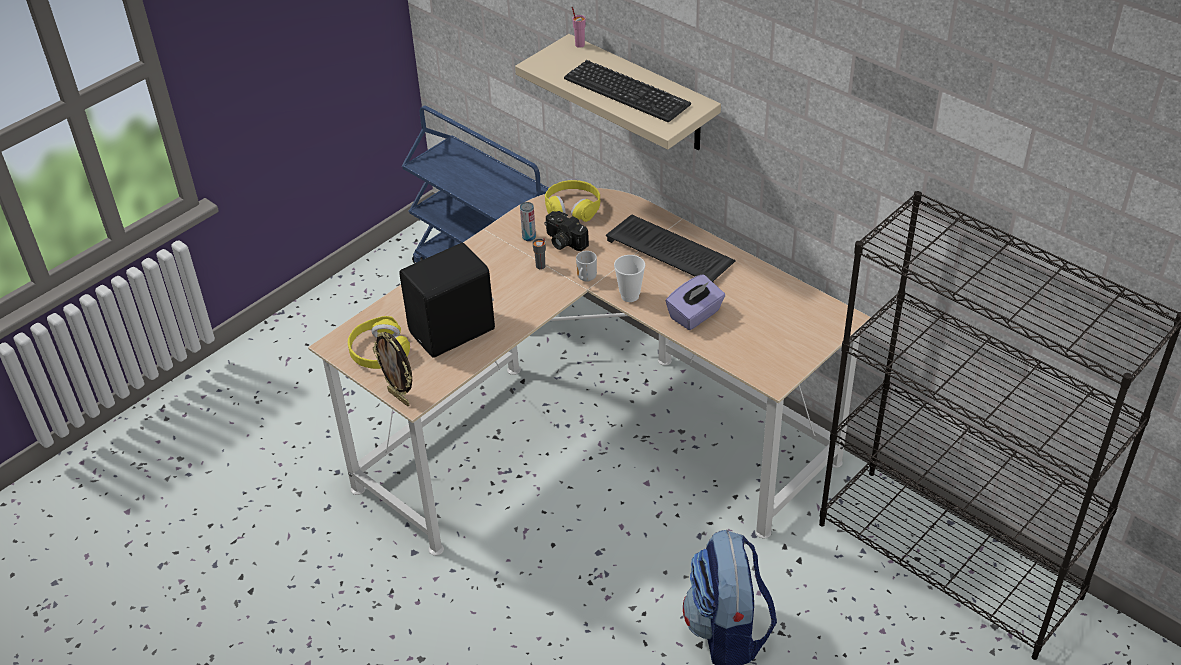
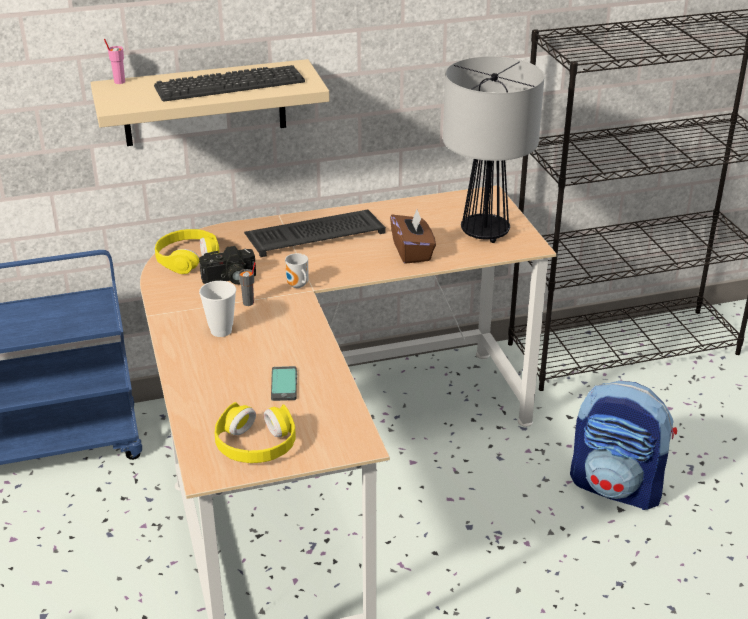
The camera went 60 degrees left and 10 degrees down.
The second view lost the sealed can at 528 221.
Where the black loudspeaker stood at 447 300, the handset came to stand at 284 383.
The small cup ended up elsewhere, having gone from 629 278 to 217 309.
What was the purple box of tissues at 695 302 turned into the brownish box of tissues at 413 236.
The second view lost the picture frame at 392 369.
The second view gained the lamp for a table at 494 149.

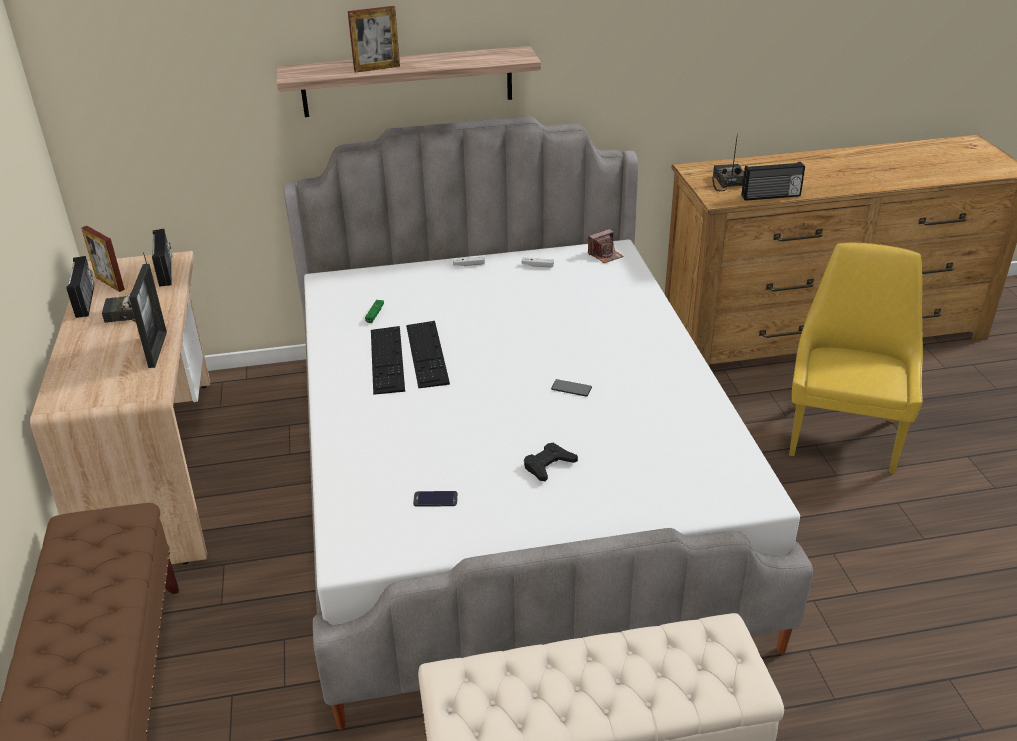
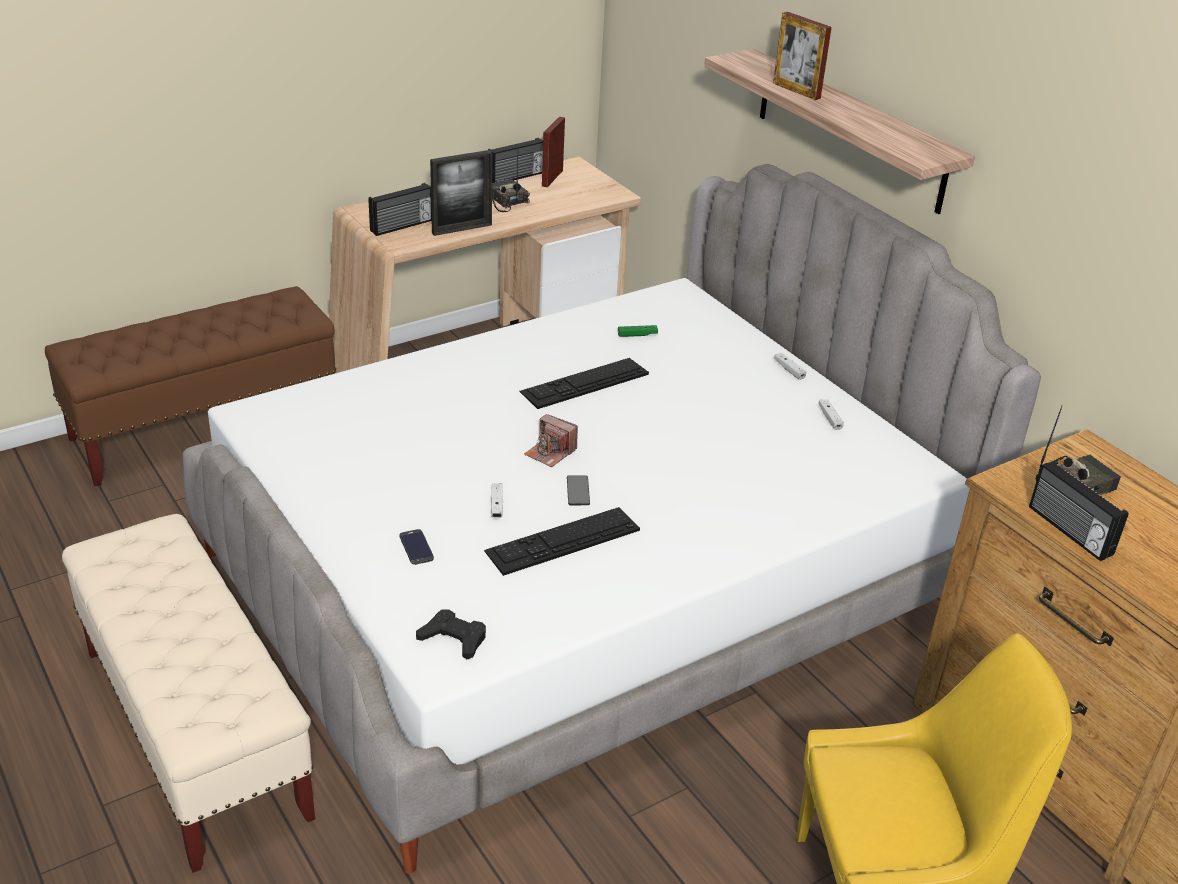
The camera went 65 degrees right and 0 degrees up.
The still camera ended up elsewhere, having gone from 606 245 to 551 440.
The radio ended up elsewhere, having gone from 162 258 to 400 209.
The PC keyboard ended up elsewhere, having gone from 388 360 to 562 541.
The black gamepad ended up elsewhere, having gone from 551 462 to 451 634.
The handset ended up elsewhere, having gone from 435 499 to 416 547.
The second view gained the white-coloured gamepad at 497 500.

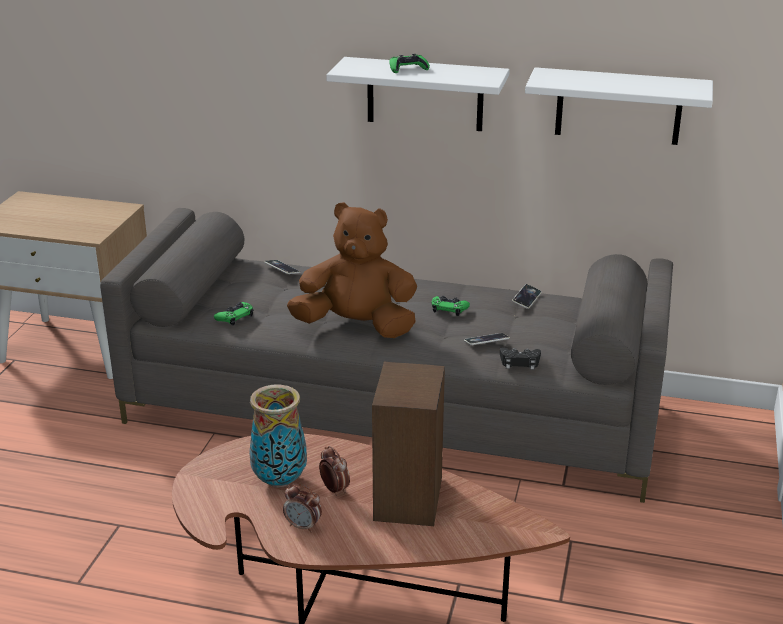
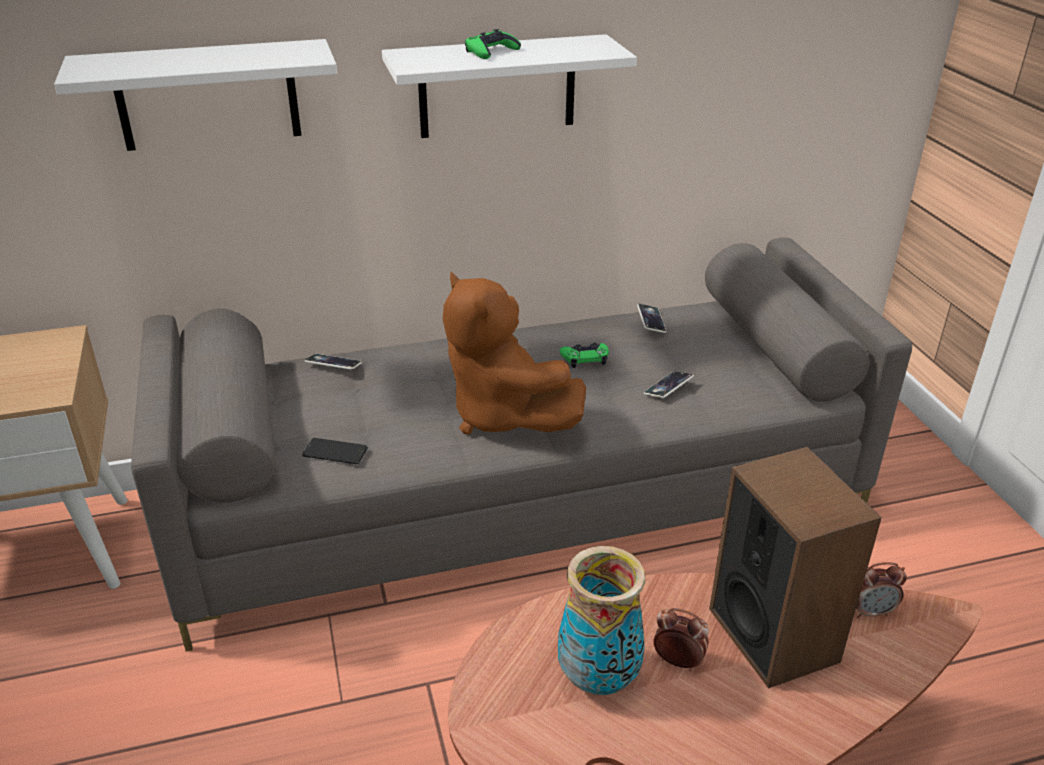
The camera went 30 degrees left and 5 degrees up.
The white-coloured bracket shelf ended up elsewhere, having gone from 619 106 to 195 95.
The brownish cuddly toy at 352 270 ended up facing another way, 105 degrees counterclockwise from before.
Where the green-coloured gamepad stood at 233 313, the handset came to stand at 335 451.
The second view lost the black gamepad at 520 358.
The bedside clock ended up elsewhere, having gone from 302 508 to 881 590.

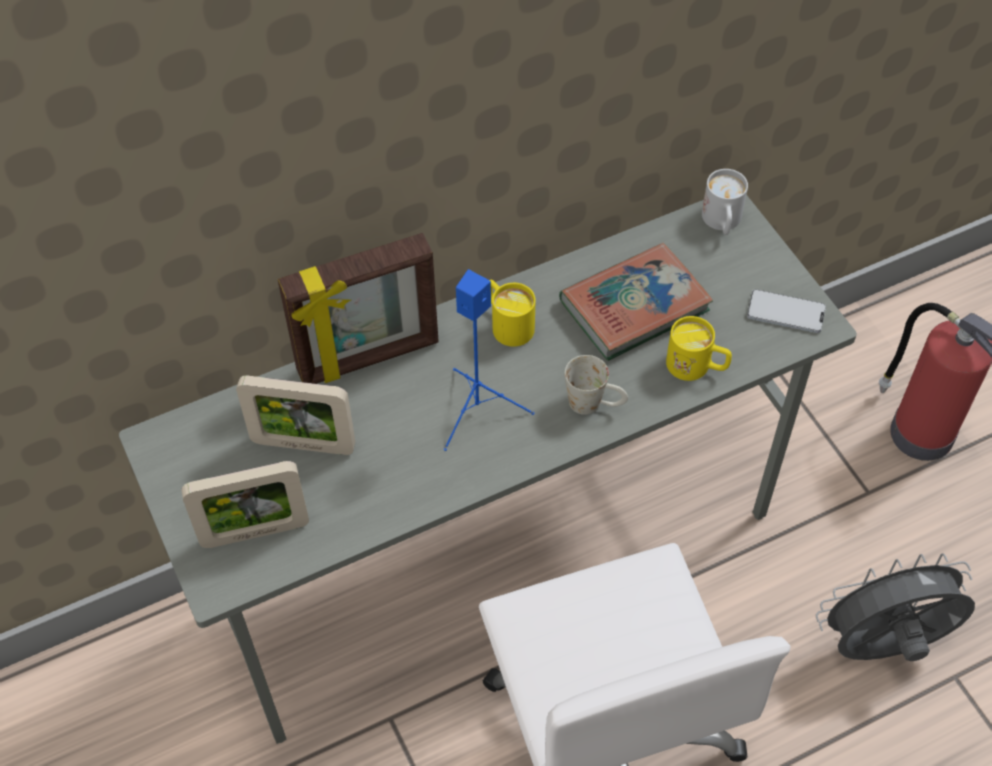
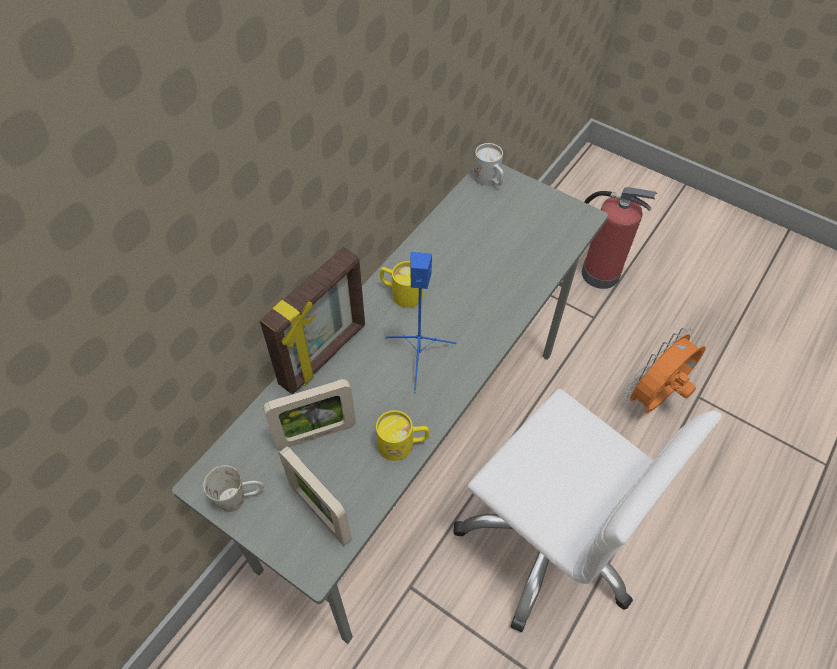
The camera went 30 degrees left and 0 degrees up.
The second view lost the book at 636 302.
The second view lost the handset at 786 311.
The yellow tea mug ended up elsewhere, having gone from 699 348 to 403 435.
The white-coloured tea mug ended up elsewhere, having gone from 596 385 to 233 488.
The picture frame at 245 504 ended up facing another way, 90 degrees clockwise from before.
What was the gray electric fan at 895 607 turned into the orange-coloured electric fan at 664 370.

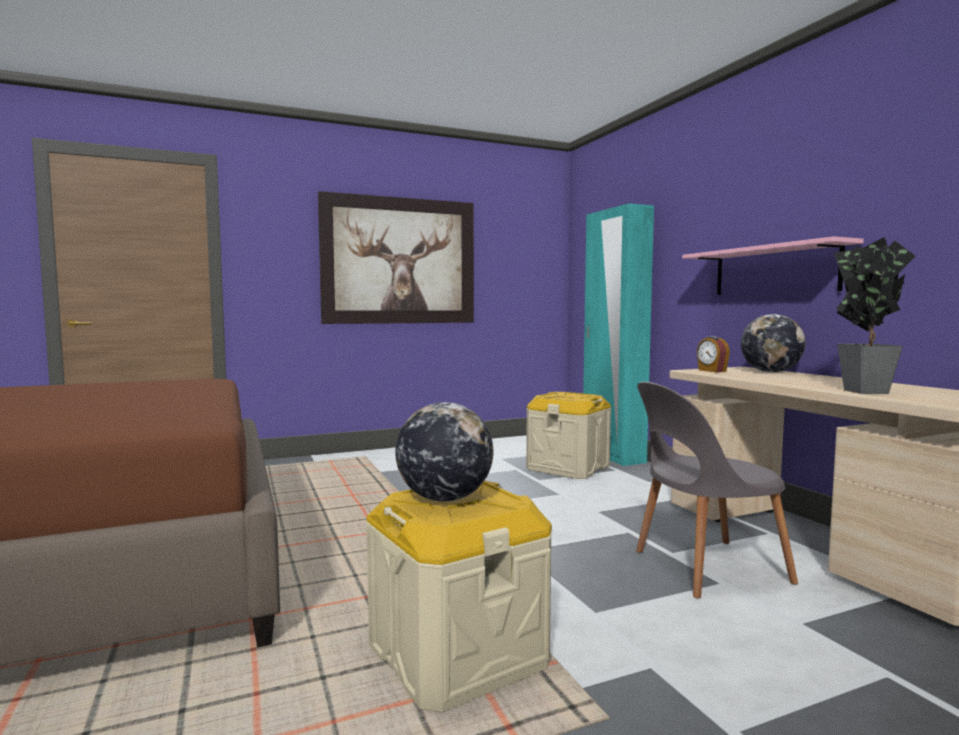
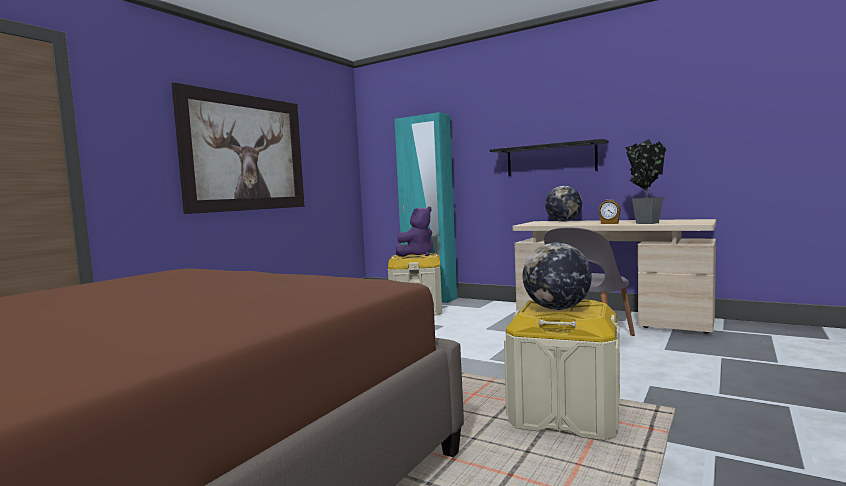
The camera went 35 degrees left and 0 degrees up.
What was the pink-coloured bracket shelf at 772 265 turned into the black bracket shelf at 549 157.
The bedside clock ended up elsewhere, having gone from 713 354 to 609 211.
The second view gained the purple cuddly toy at 414 231.

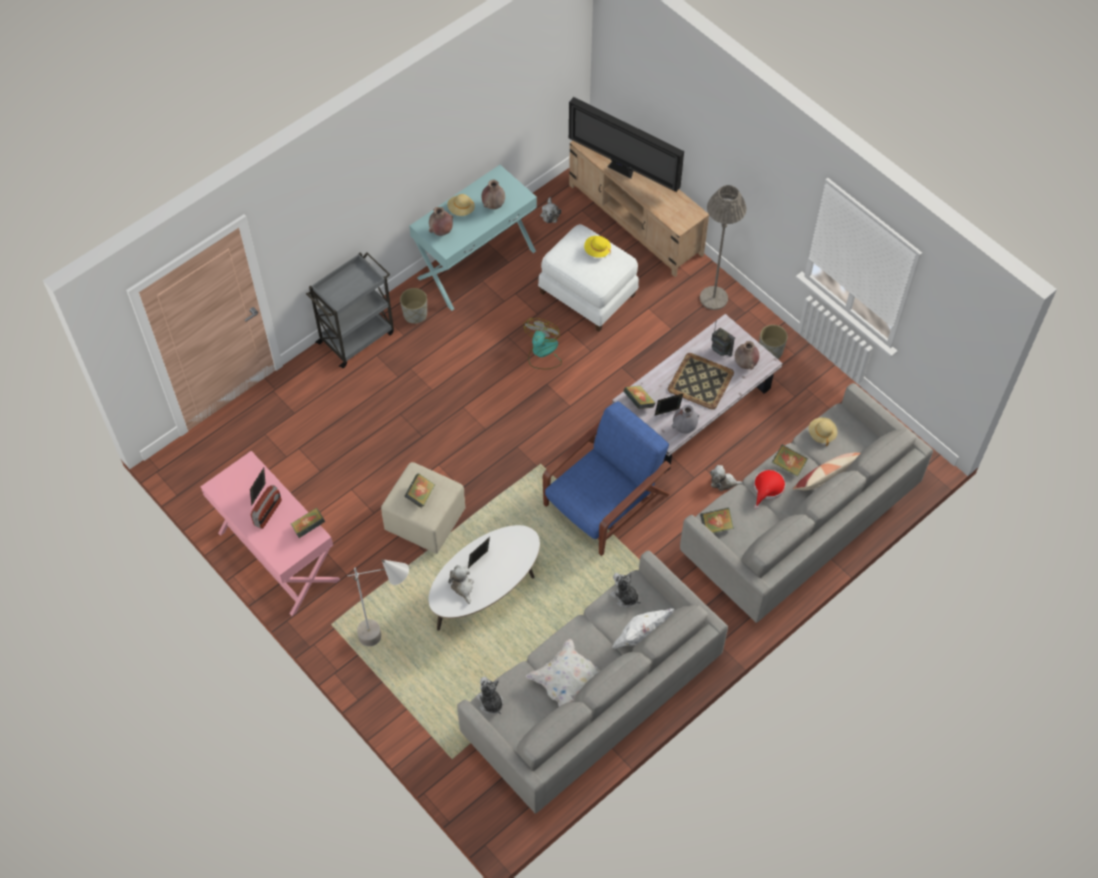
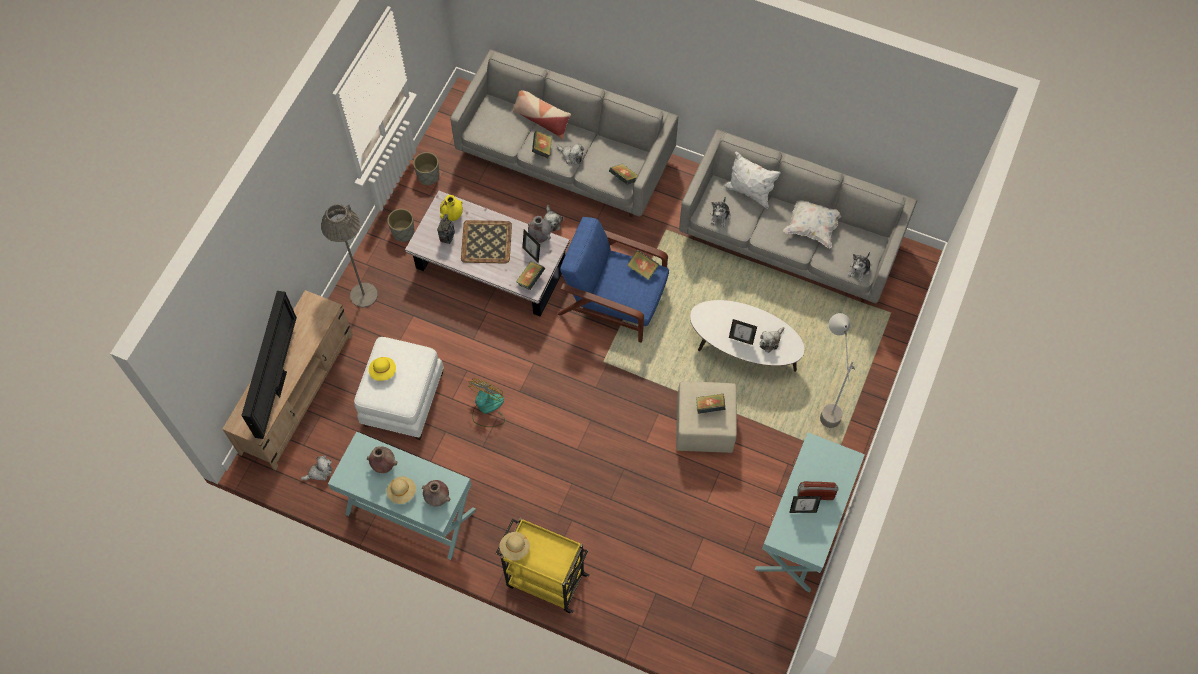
The camera went 115 degrees left and 5 degrees up.
What was the gray trolley at 350 310 turned into the yellow trolley at 543 565.
The gray plant pot ended up elsewhere, having gone from 413 306 to 426 169.
The electric fan at 542 344 ended up facing another way, 120 degrees clockwise from before.
What was the brownish flower vase at 747 355 turned into the yellow flower vase at 451 208.
The beige-coloured clothing hat ended up elsewhere, having gone from 823 431 to 514 546.
What was the pink-coloured narrow table at 271 533 turned into the blue-green narrow table at 810 512.
Where the reddish clothing hat stood at 769 489, the cuddly toy came to stand at 570 154.
The book ended up elsewhere, having gone from 308 523 to 643 265.

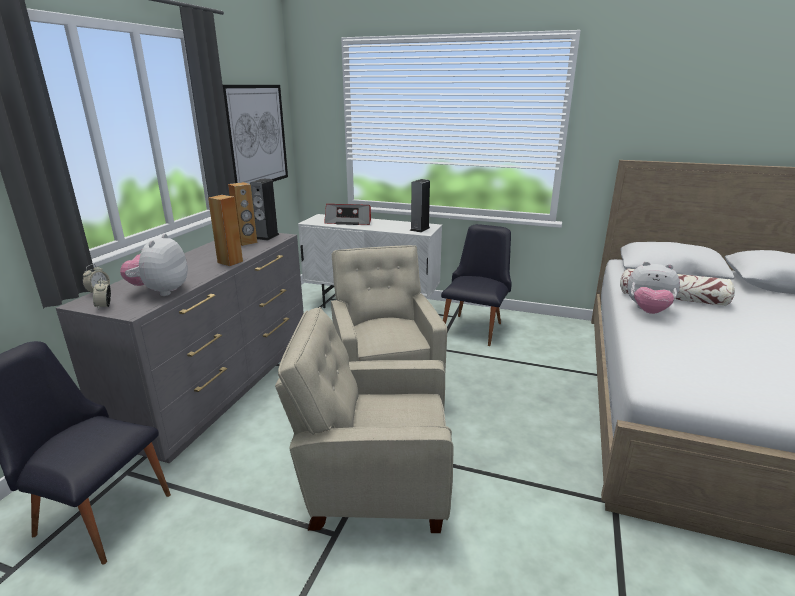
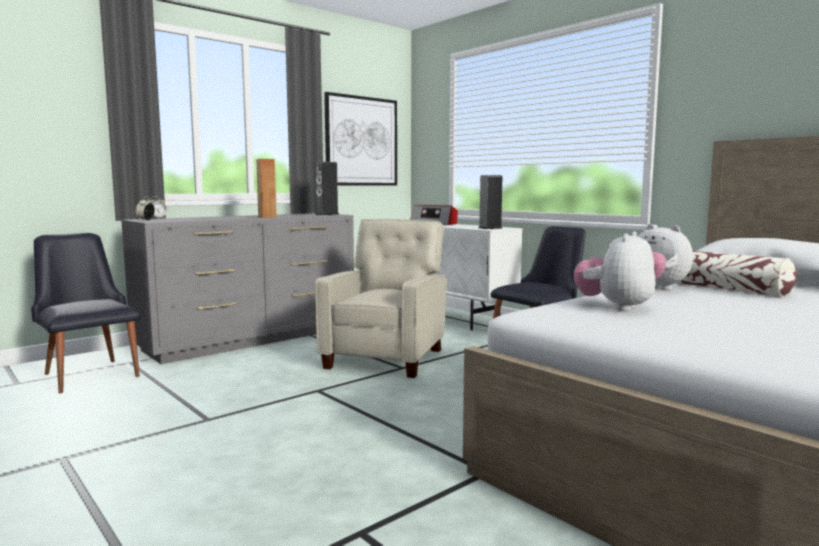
The camera went 30 degrees right and 15 degrees down.
The second view lost the brownish loudspeaker at 242 214.
The cuddly toy ended up elsewhere, having gone from 154 265 to 614 271.
The second view lost the beige-coloured armchair at 364 420.

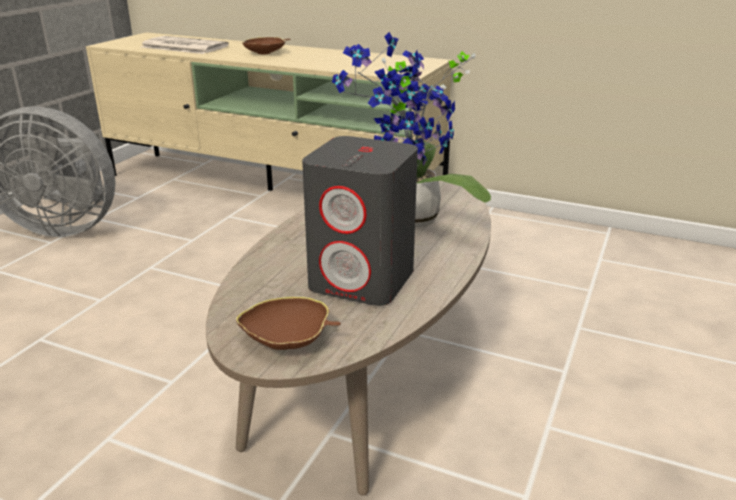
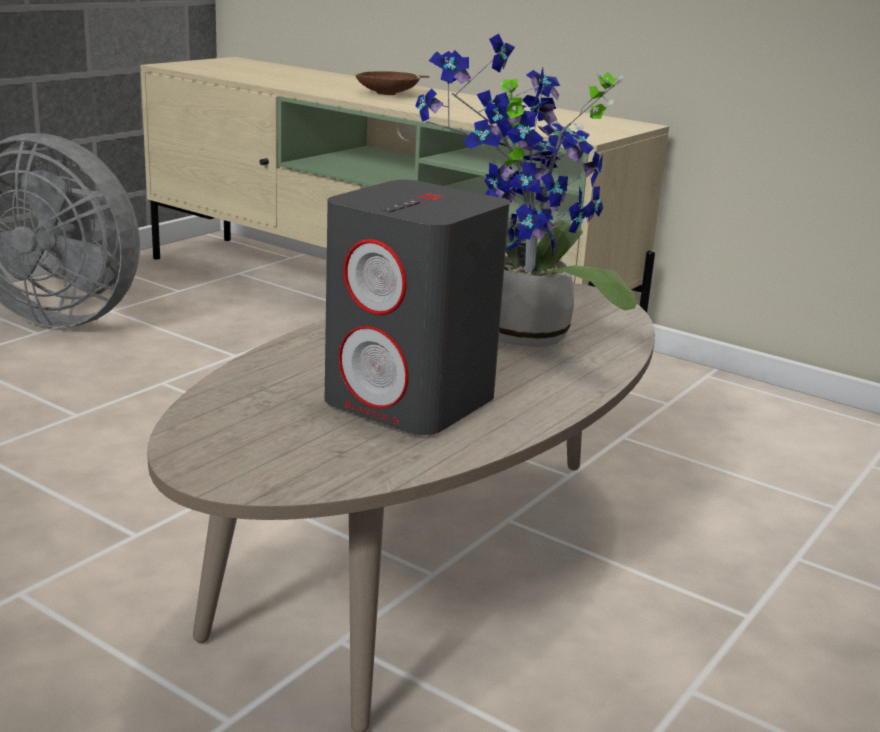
The camera went 10 degrees right and 5 degrees down.
The second view lost the printed paper at 185 45.
The second view lost the brownish bowl at 288 323.

